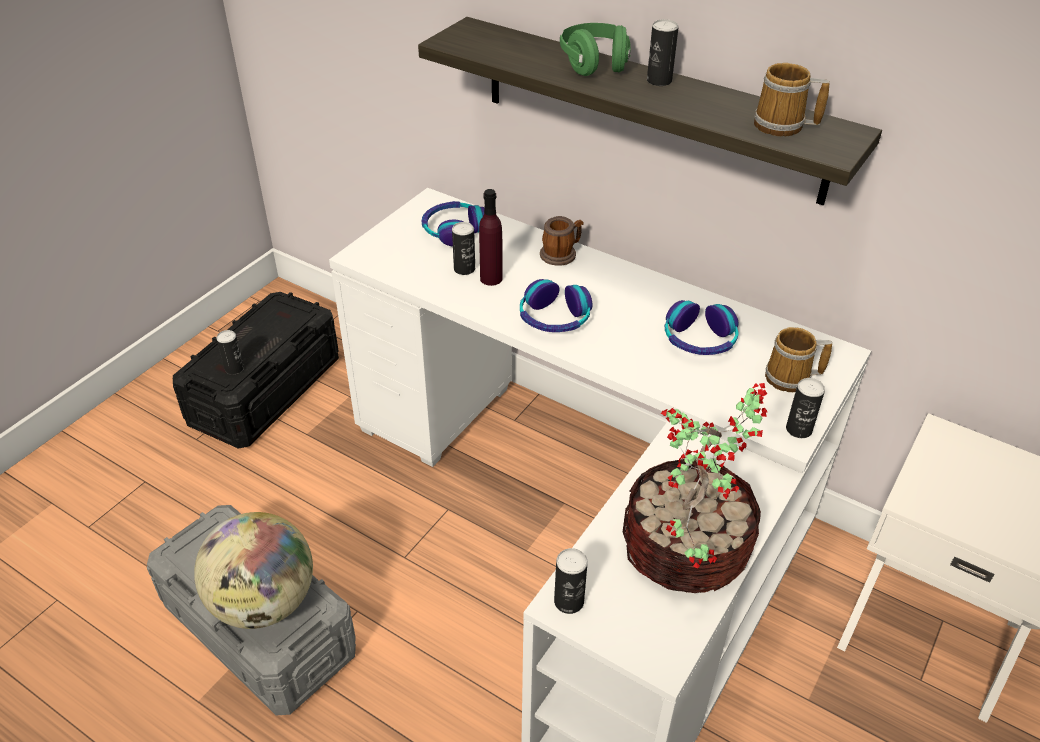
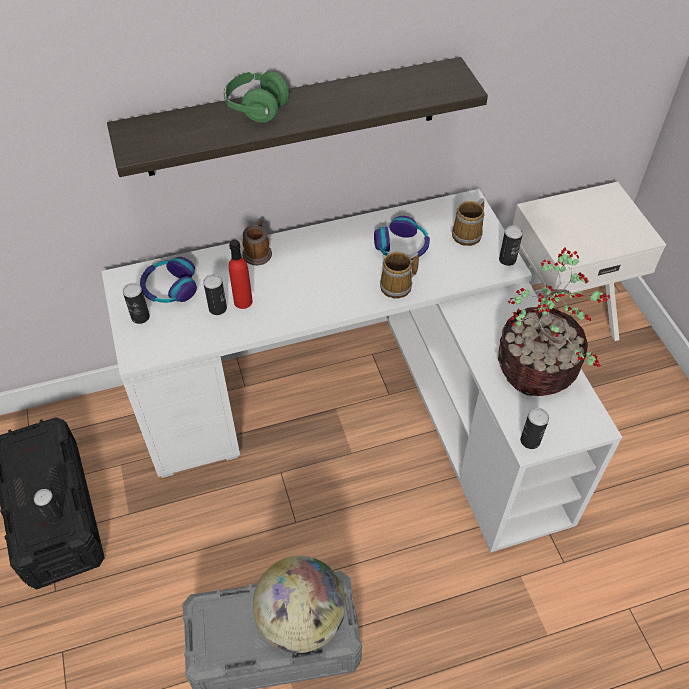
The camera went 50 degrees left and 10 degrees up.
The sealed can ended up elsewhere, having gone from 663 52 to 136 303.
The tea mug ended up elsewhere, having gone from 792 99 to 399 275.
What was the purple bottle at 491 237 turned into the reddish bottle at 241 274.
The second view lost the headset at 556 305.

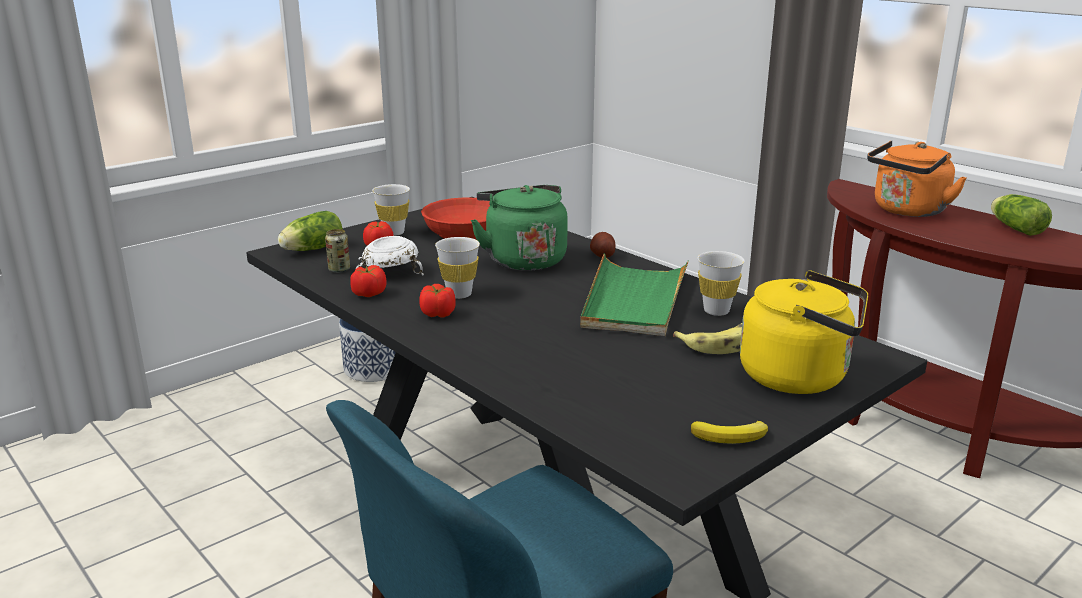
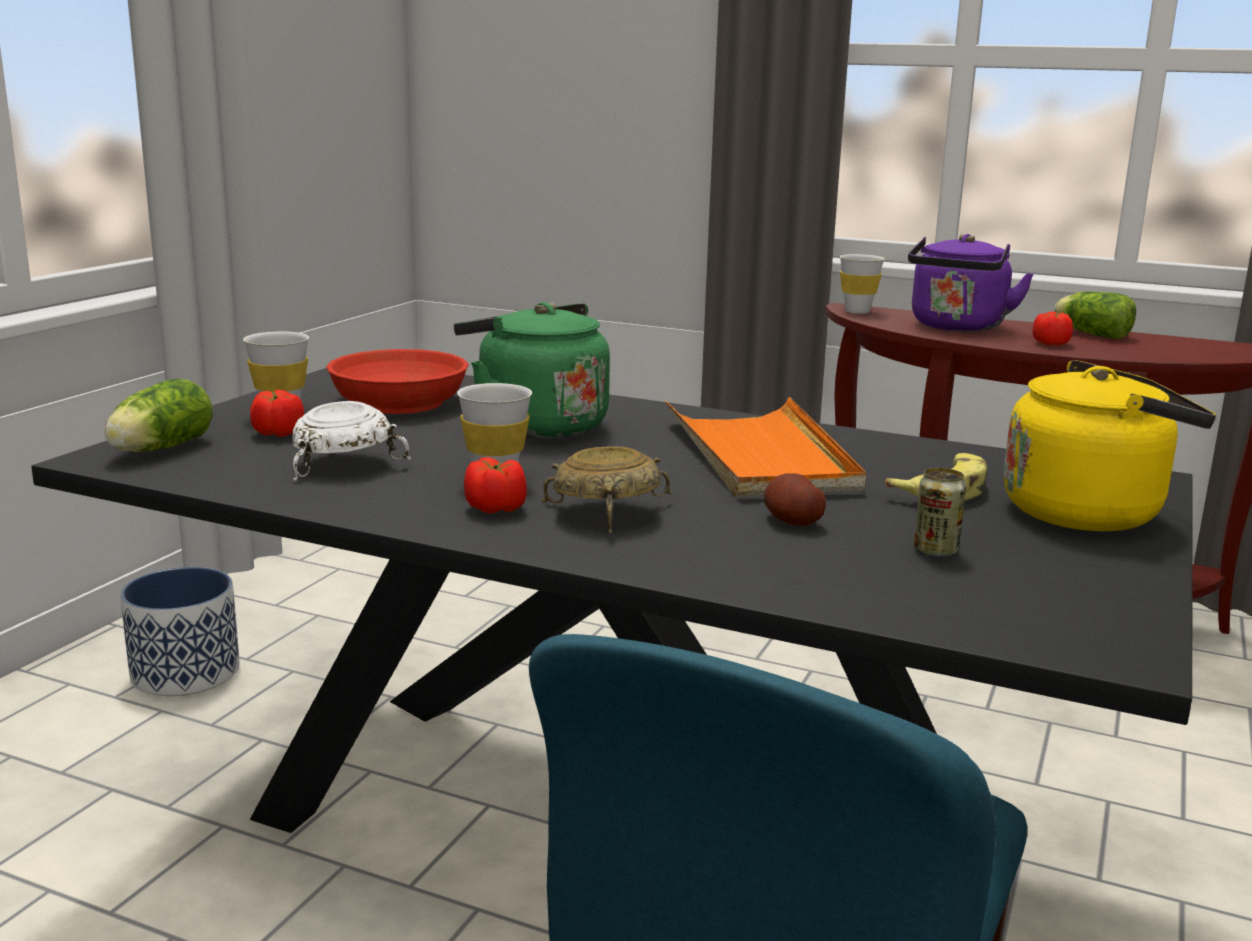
The camera went 25 degrees left and 5 degrees down.
What was the orange-coloured water kettle at 917 179 turned into the purple water kettle at 971 283.
The sealed can ended up elsewhere, having gone from 337 251 to 940 513.
The potato ended up elsewhere, having gone from 603 245 to 795 499.
The white-coloured small cup ended up elsewhere, having gone from 721 283 to 862 284.
What was the green-coloured serving tray at 634 295 turned into the orange-coloured serving tray at 766 447.
The fresh tomato ended up elsewhere, having gone from 368 281 to 1052 328.
The second view lost the banana at 729 432.
The second view gained the beige-coloured bowl at 607 490.

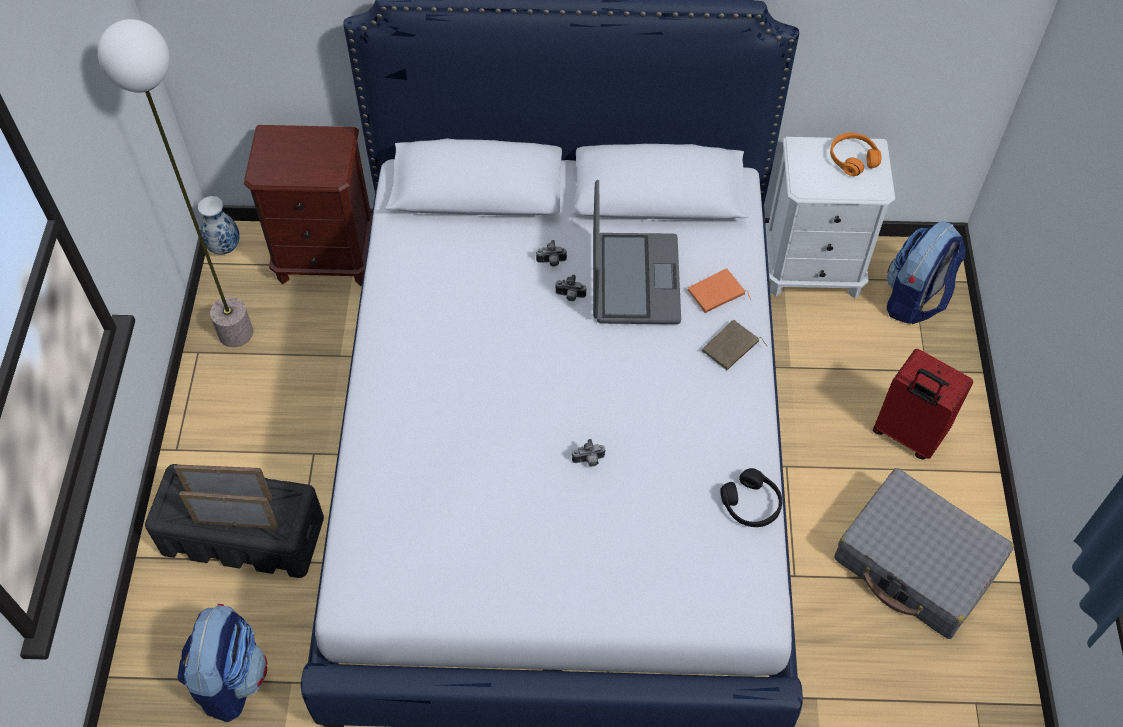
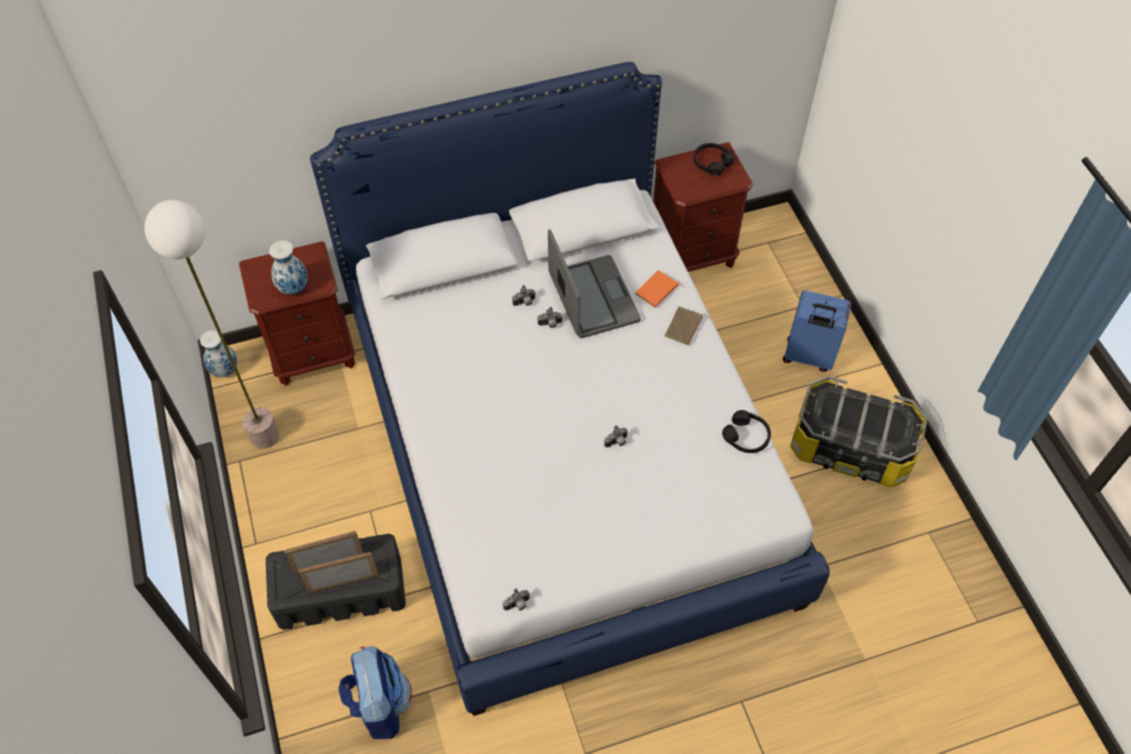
The camera went 20 degrees left and 0 degrees up.
What was the orange-coloured headset at 855 154 turned into the black headset at 714 159.
What was the white-coloured bedside table at 830 217 turned into the brownish bedside table at 703 207.
The second view lost the knapsack at 926 272.
What was the reddish piece of luggage at 923 404 turned into the bluish piece of luggage at 817 331.
Where the gray piece of luggage stood at 924 553, the storage box came to stand at 859 432.
The second view gained the flower vase at 288 267.
The second view gained the still camera at 516 599.

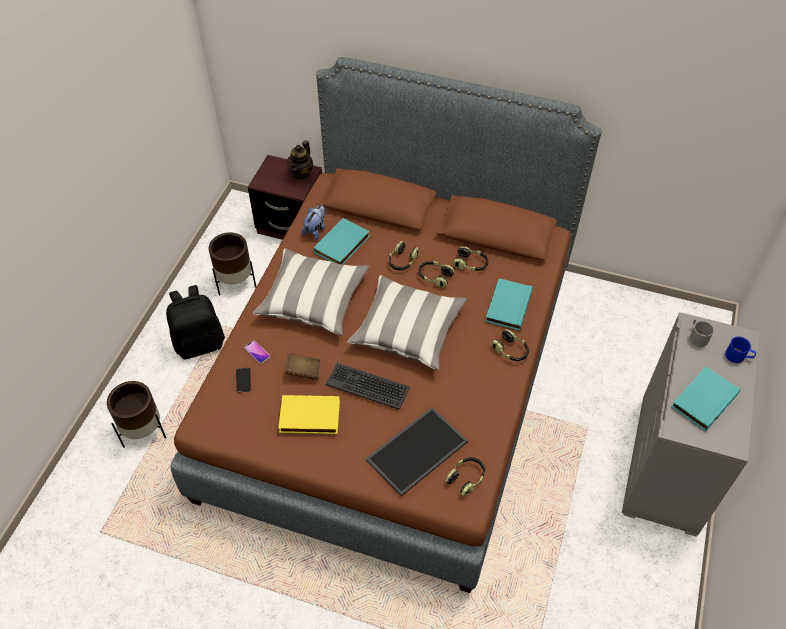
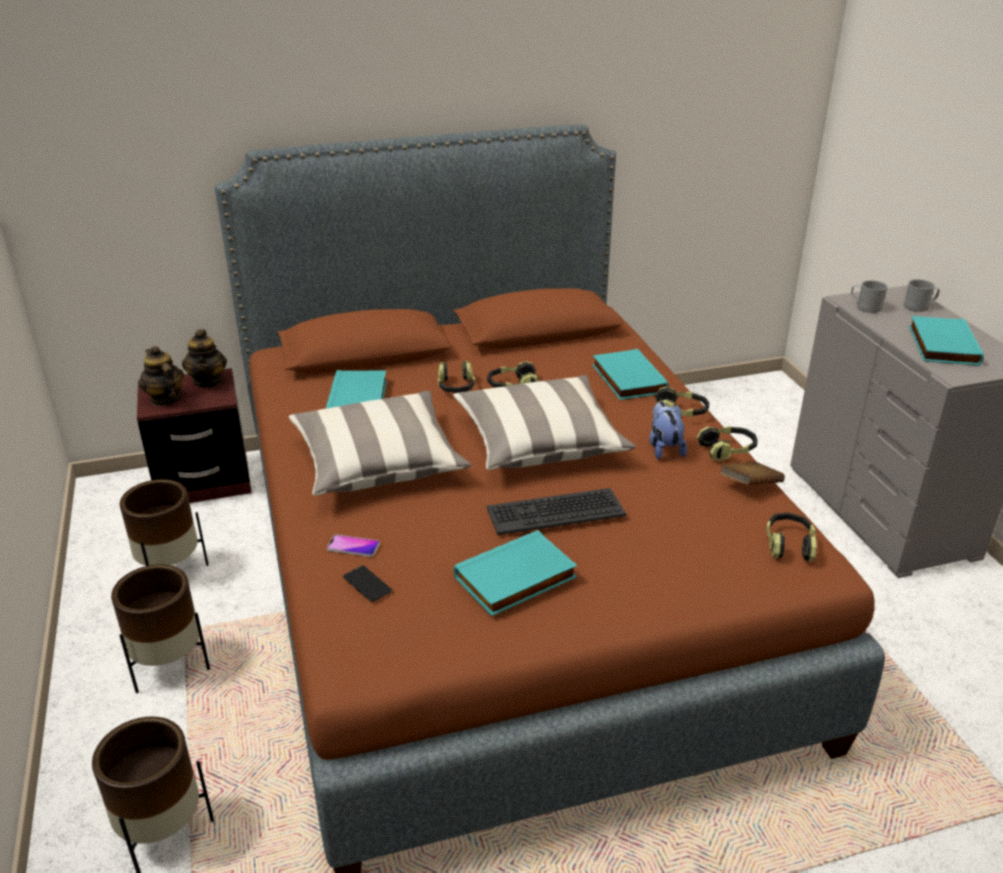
The camera went 35 degrees left and 20 degrees down.
The cuddly toy ended up elsewhere, having gone from 313 222 to 668 430.
The headset ended up elsewhere, having gone from 470 258 to 727 443.
Where the black knapsack stood at 195 322, the brownish plant pot came to stand at 160 628.
What was the bluish tea mug at 740 349 turned into the gray tea mug at 922 295.
The brownish book ended up elsewhere, having gone from 303 366 to 752 473.
What was the yellow book at 309 414 turned into the blue-green book at 515 573.
The second view lost the serving tray at 417 451.
The second view gained the teapot at 161 376.

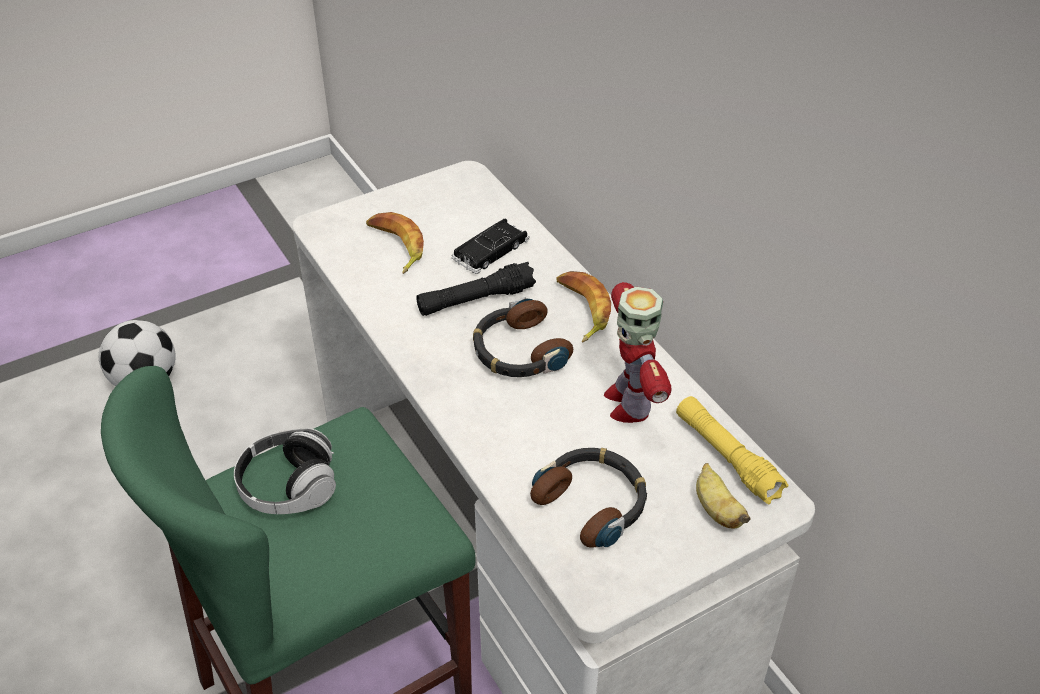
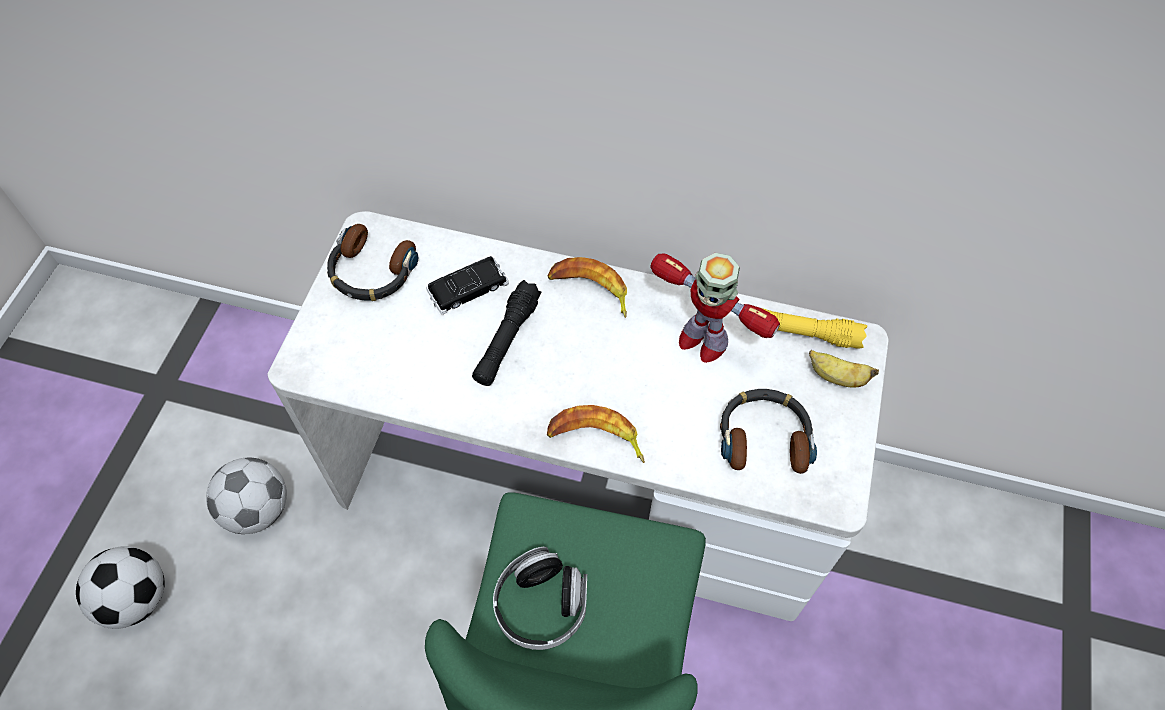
The camera went 45 degrees left and 15 degrees up.
The banana ended up elsewhere, having gone from 395 243 to 596 434.
The black toy car at 490 246 ended up facing another way, 120 degrees counterclockwise from before.
The headset ended up elsewhere, having gone from 523 337 to 372 262.
The second view gained the football at 246 496.

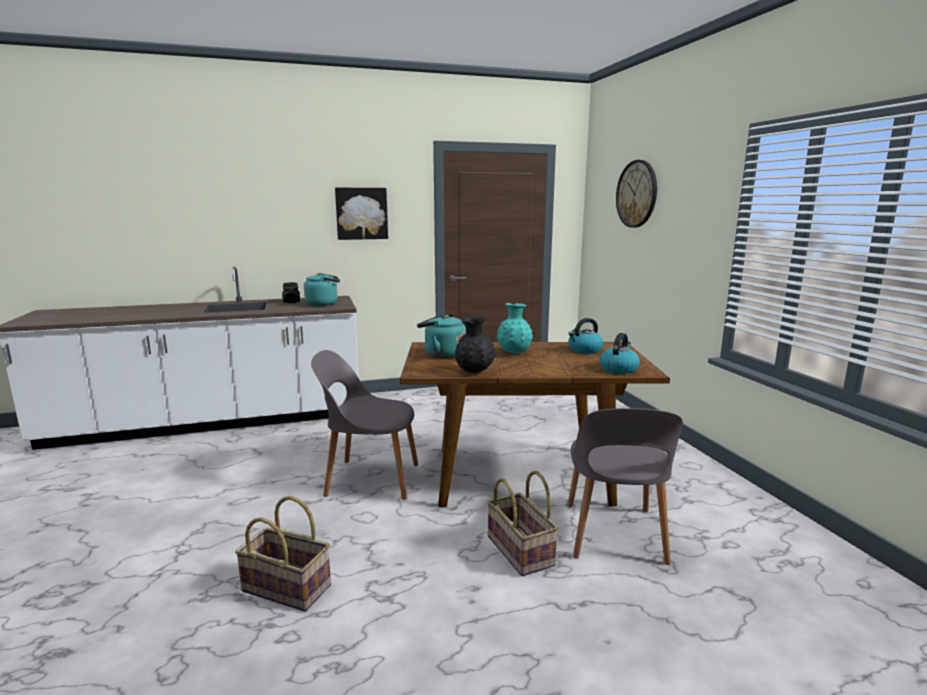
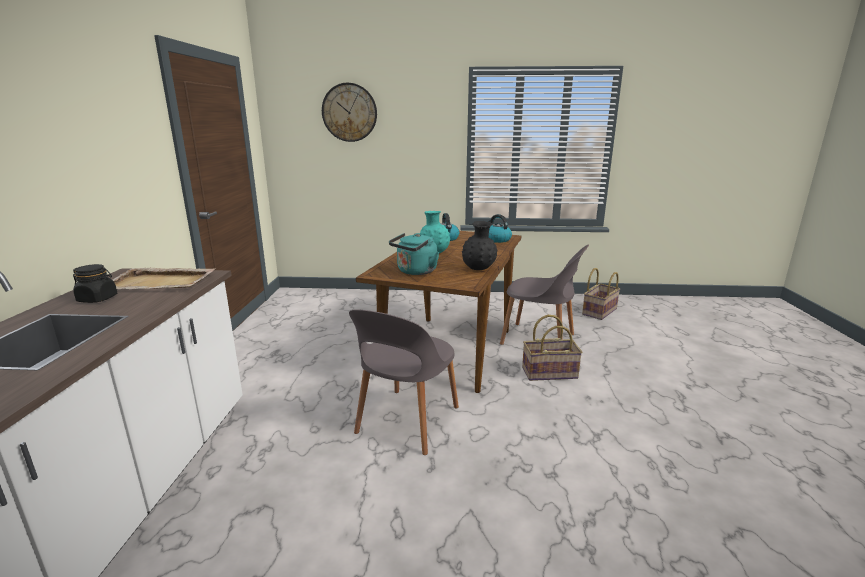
The camera went 70 degrees left and 5 degrees up.
The second view lost the wall picture at 361 214.
Where the blue-green water kettle stood at 322 289, the beige-coloured serving tray came to stand at 164 278.
The storage basket ended up elsewhere, having gone from 283 554 to 601 294.

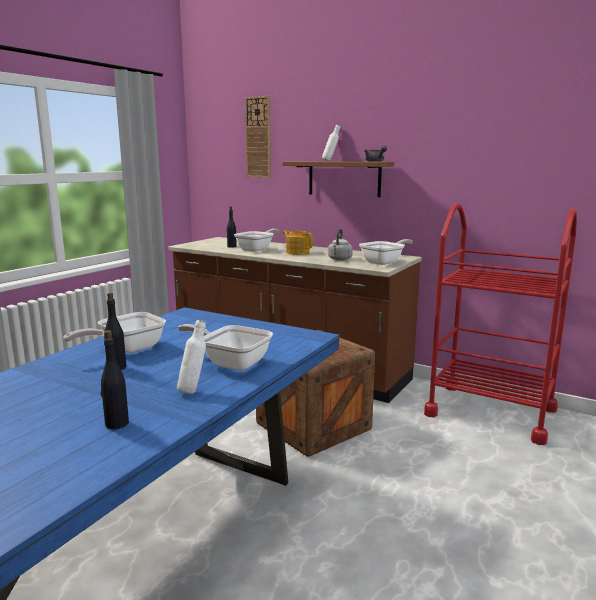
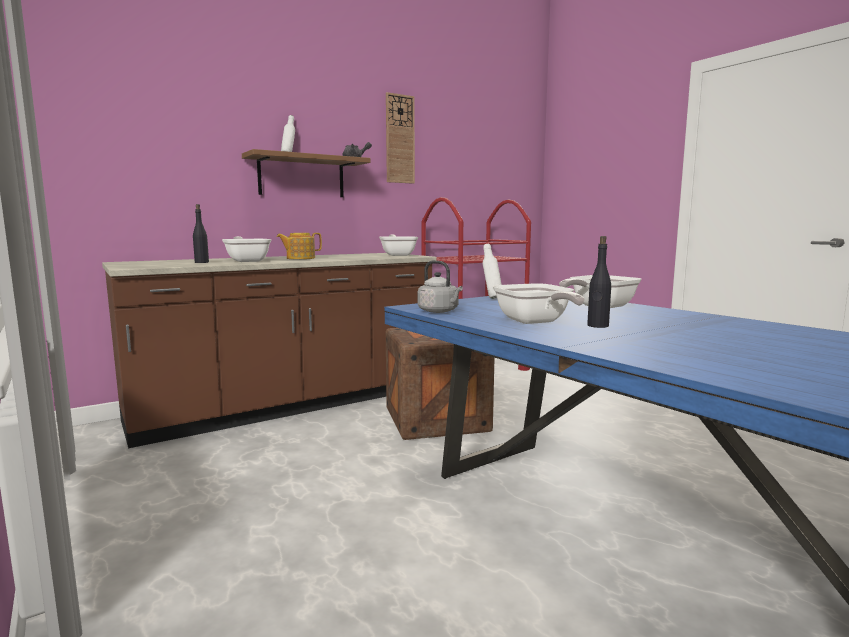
The camera went 65 degrees left and 5 degrees down.
The hanging clock ended up elsewhere, having gone from 258 137 to 400 138.
The gray water kettle ended up elsewhere, having gone from 340 244 to 440 286.
The white-coloured bottle ended up elsewhere, having gone from 191 356 to 492 271.
The second view lost the black bottle at 115 379.

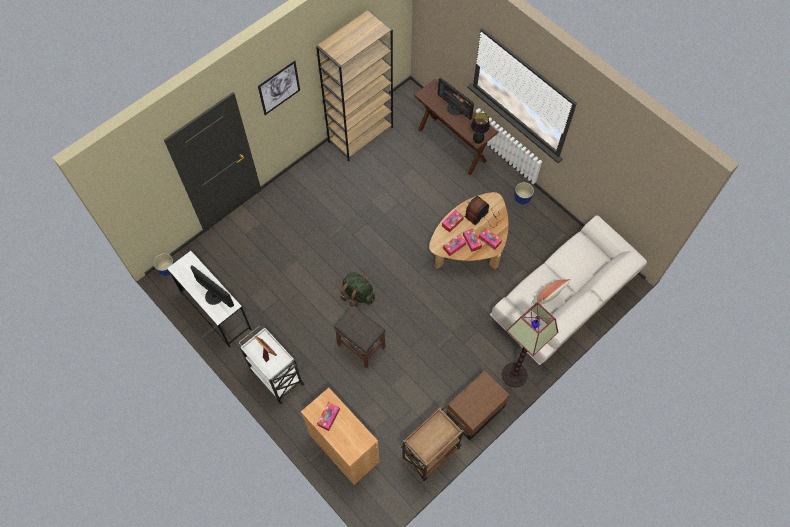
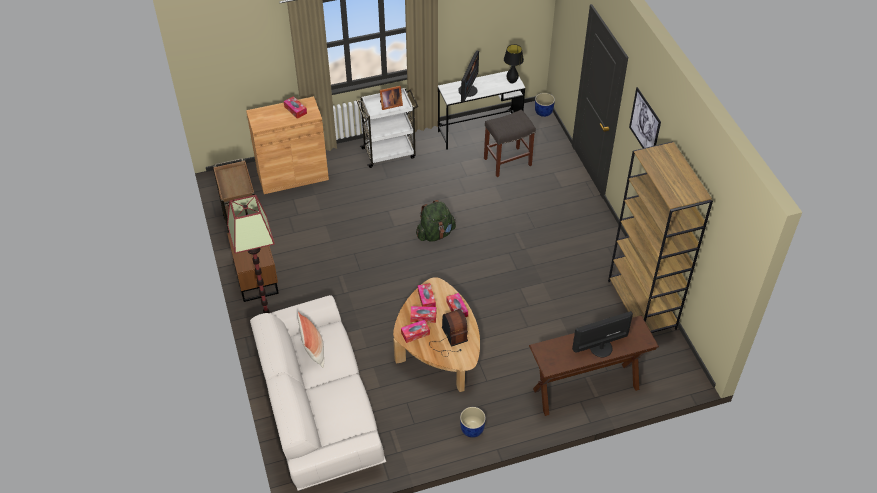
The camera went 115 degrees right and 15 degrees down.
The black lamp for a table ended up elsewhere, having gone from 480 128 to 514 64.
The monitor at 212 286 ended up facing another way, 45 degrees counterclockwise from before.
The gray stool seat ended up elsewhere, having gone from 360 337 to 510 143.

